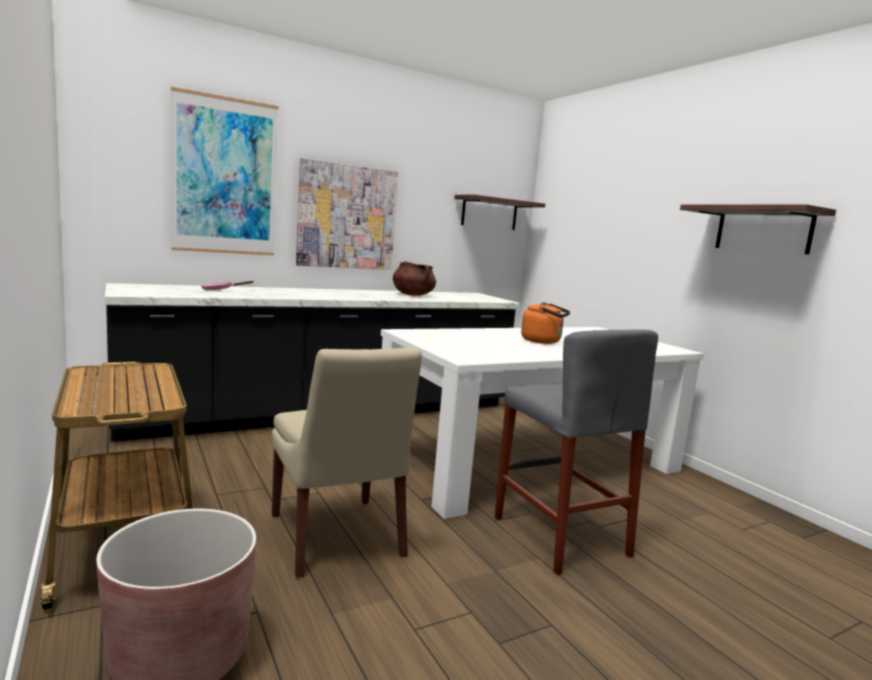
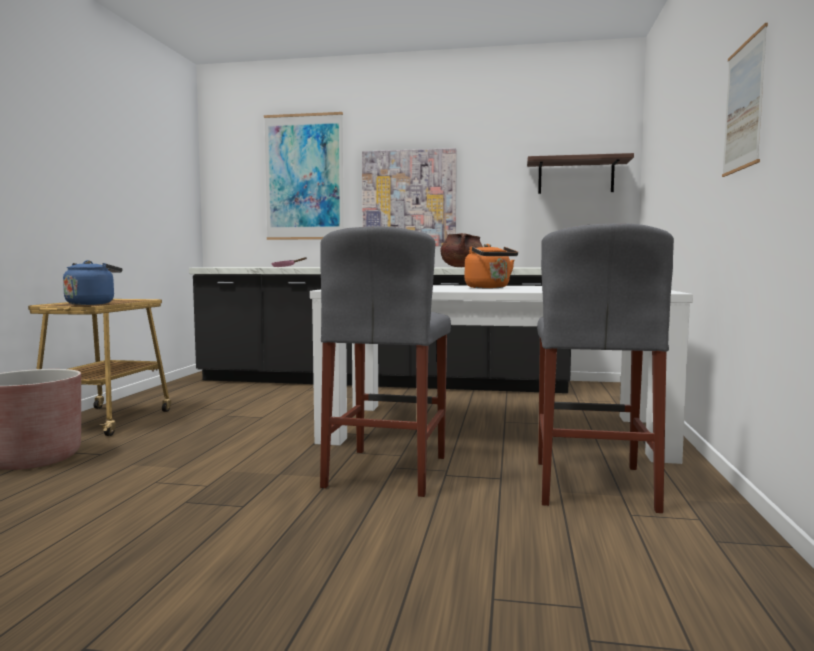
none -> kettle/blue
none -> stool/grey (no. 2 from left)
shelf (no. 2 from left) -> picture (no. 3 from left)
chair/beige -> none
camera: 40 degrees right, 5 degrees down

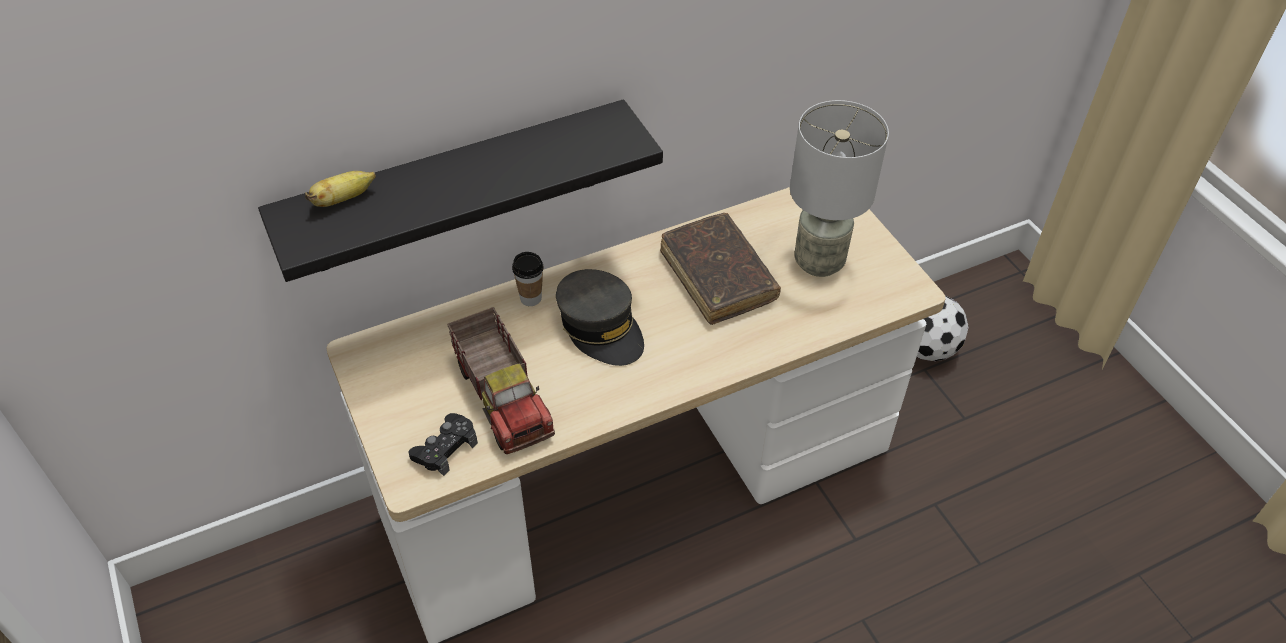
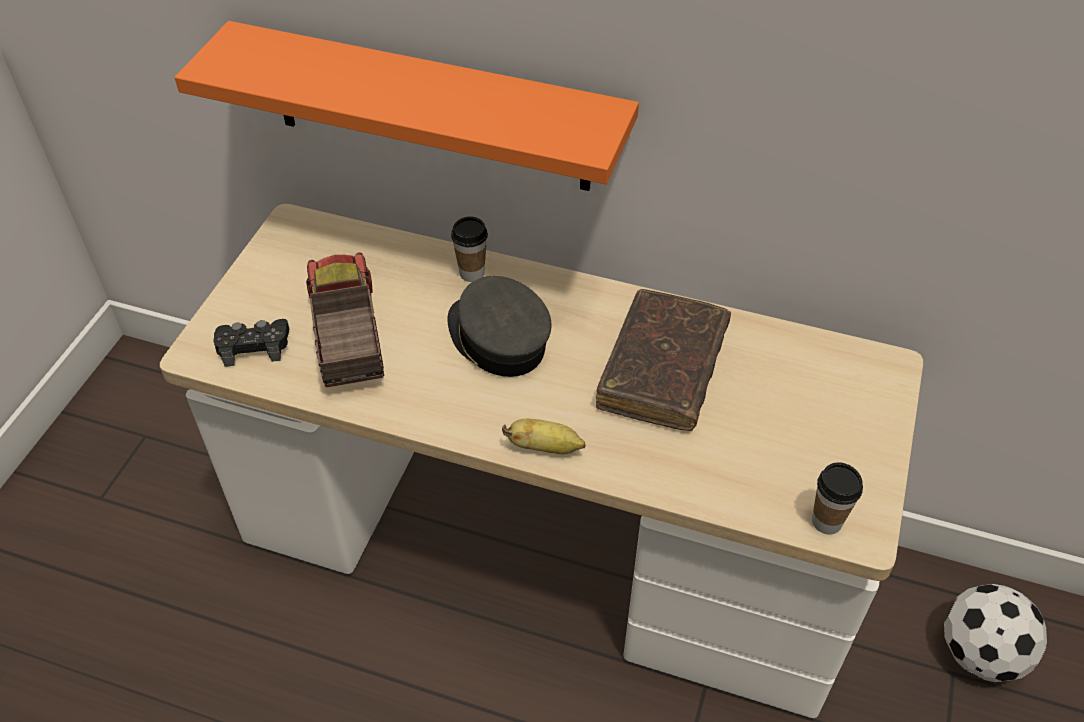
shelf/black -> shelf/orange
toy truck, 150 degrees clockwise
cap/grey, 135 degrees clockwise
banana, relocated
none -> cup (no. 2 from left)
table lamp/grey -> none
camera: 45 degrees right, 0 degrees up

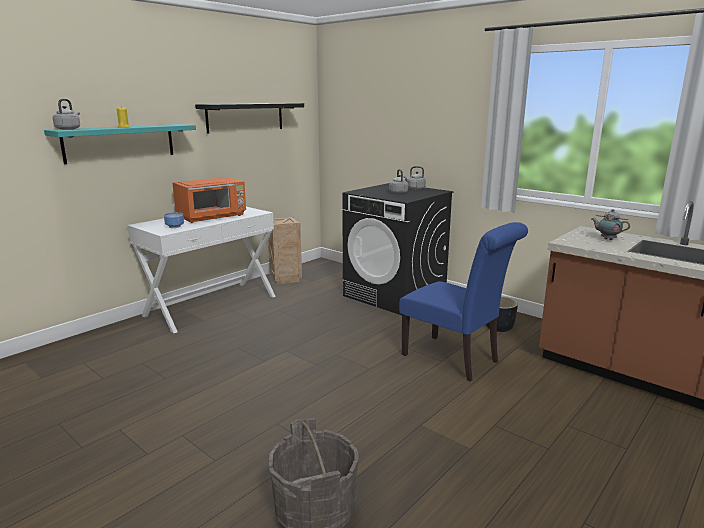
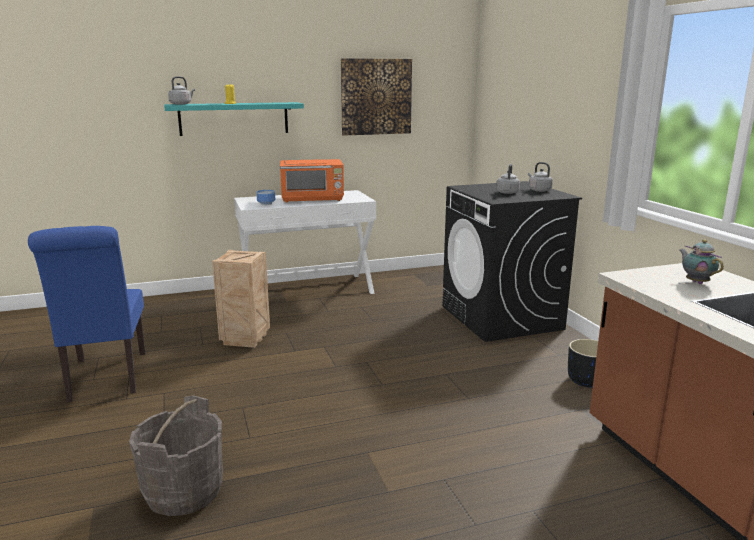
chair/blue, relocated
crate, relocated
shelf/black -> picture
camera: 30 degrees right, 0 degrees up

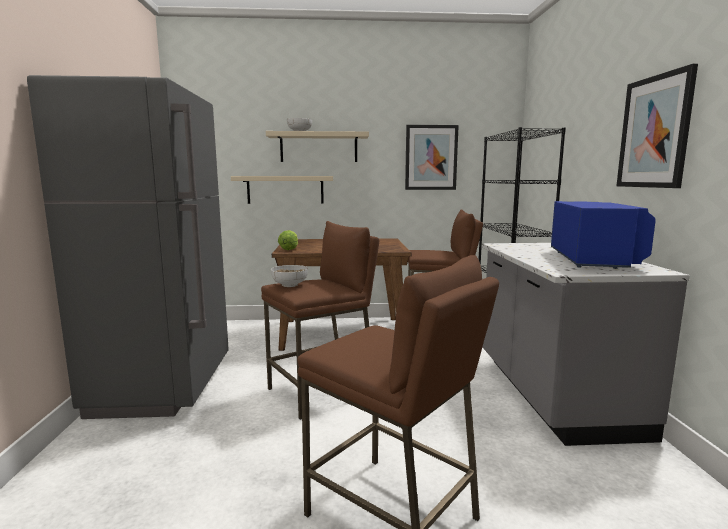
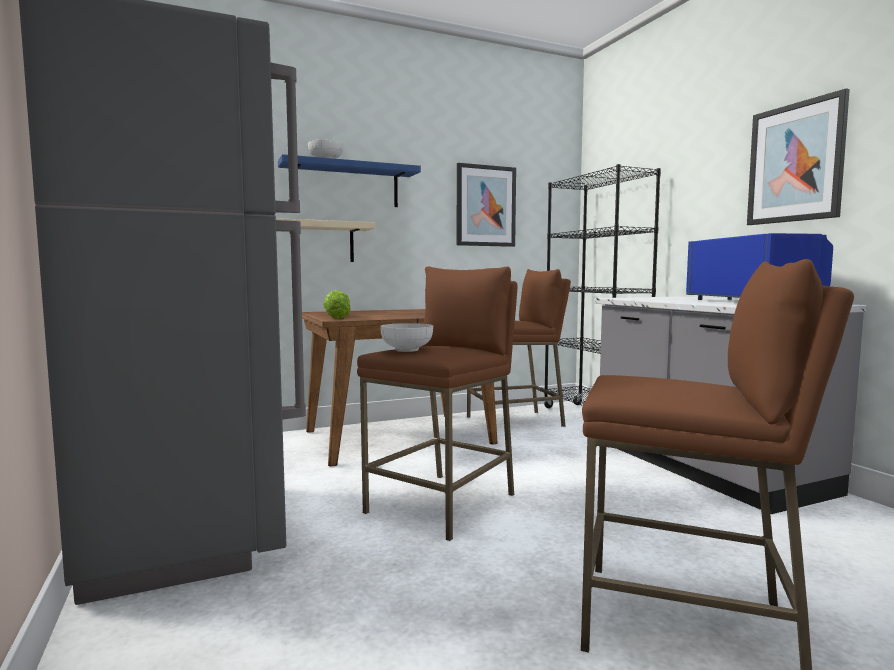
shelf/beige (no. 2 from left) -> shelf/blue
camera: 20 degrees left, 5 degrees down

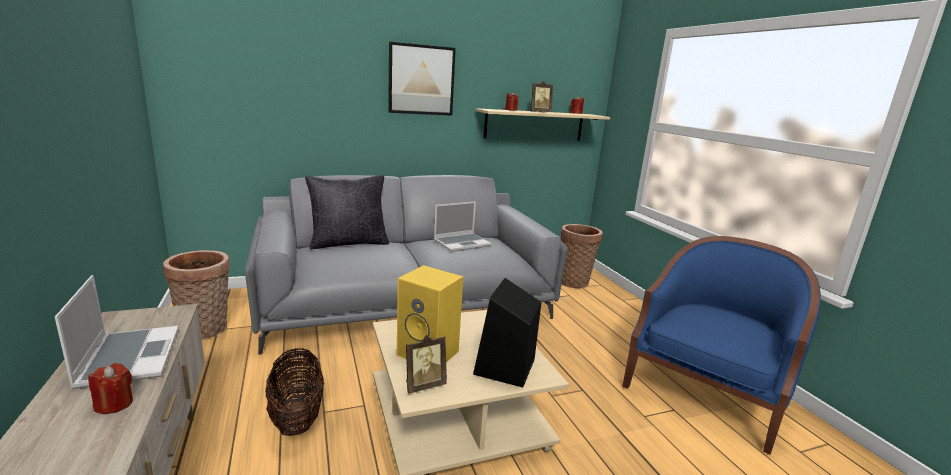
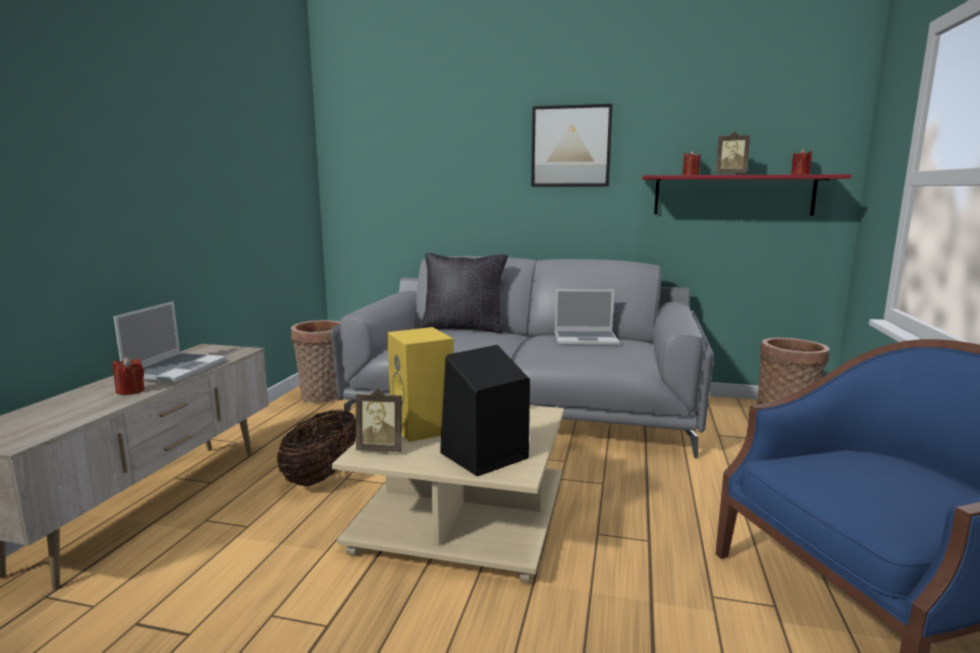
shelf/beige -> shelf/red
camera: 35 degrees right, 5 degrees down

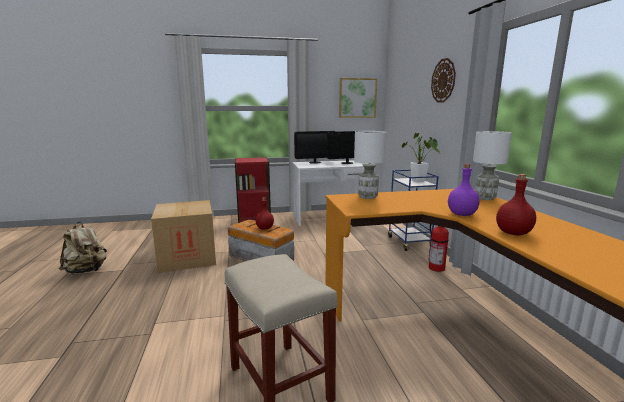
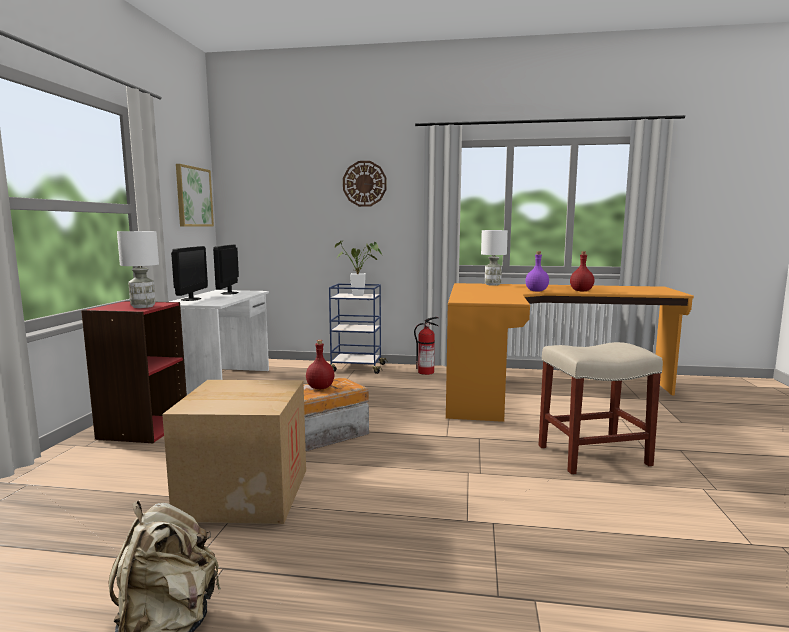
table lamp/white (no. 1 from left), relocated
camera: 70 degrees left, 5 degrees down

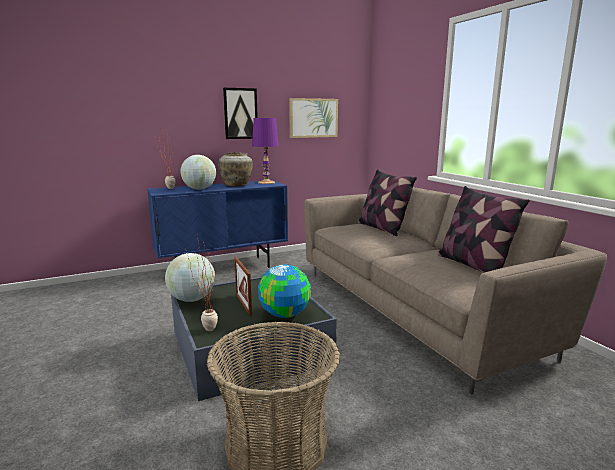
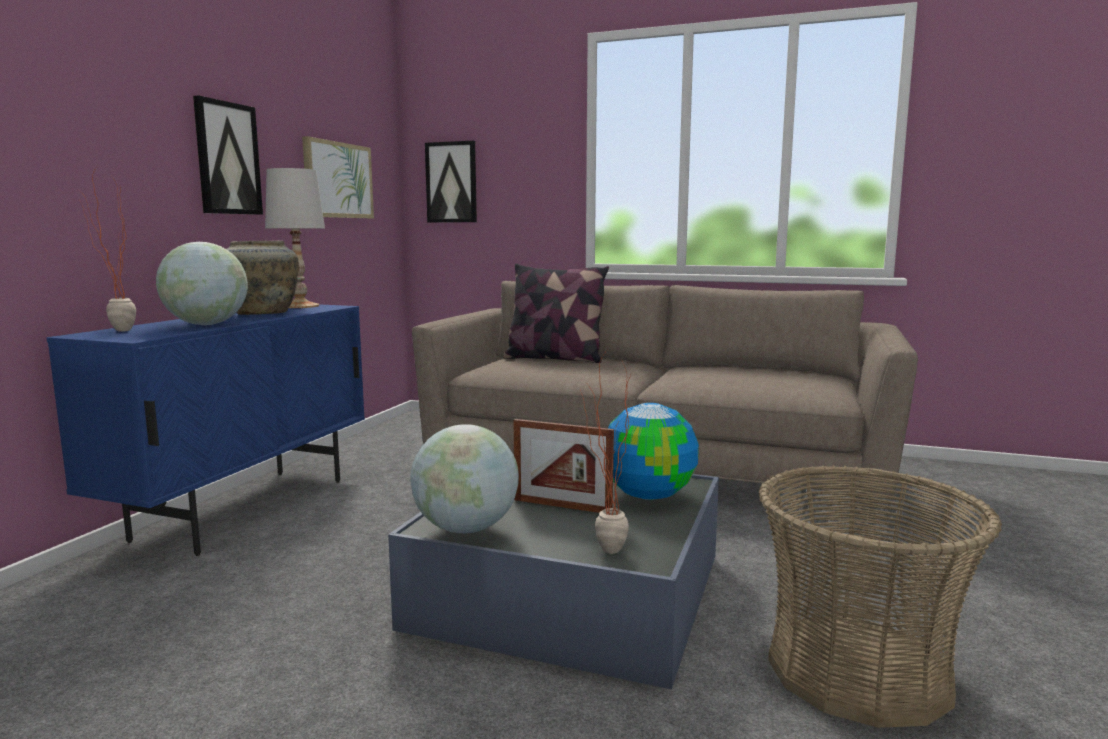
table lamp/purple -> table lamp/white
none -> picture (no. 3 from left)
pillow (no. 2 from left) -> none
camera: 45 degrees left, 5 degrees down

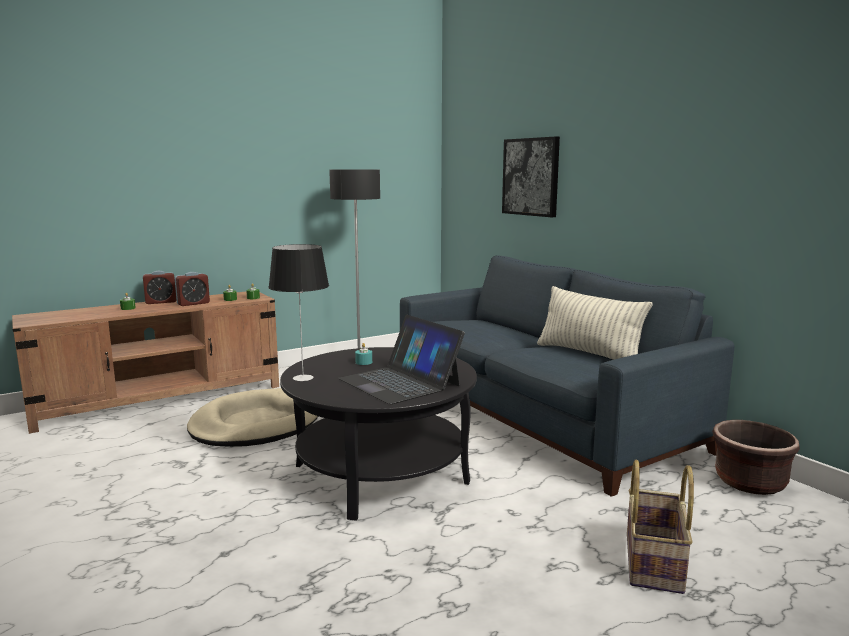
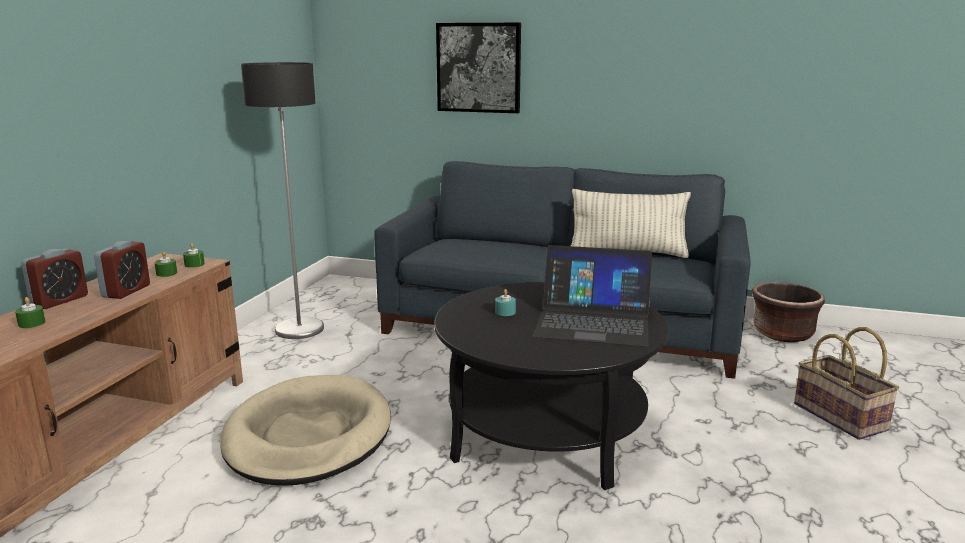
table lamp -> none
camera: 40 degrees left, 5 degrees up

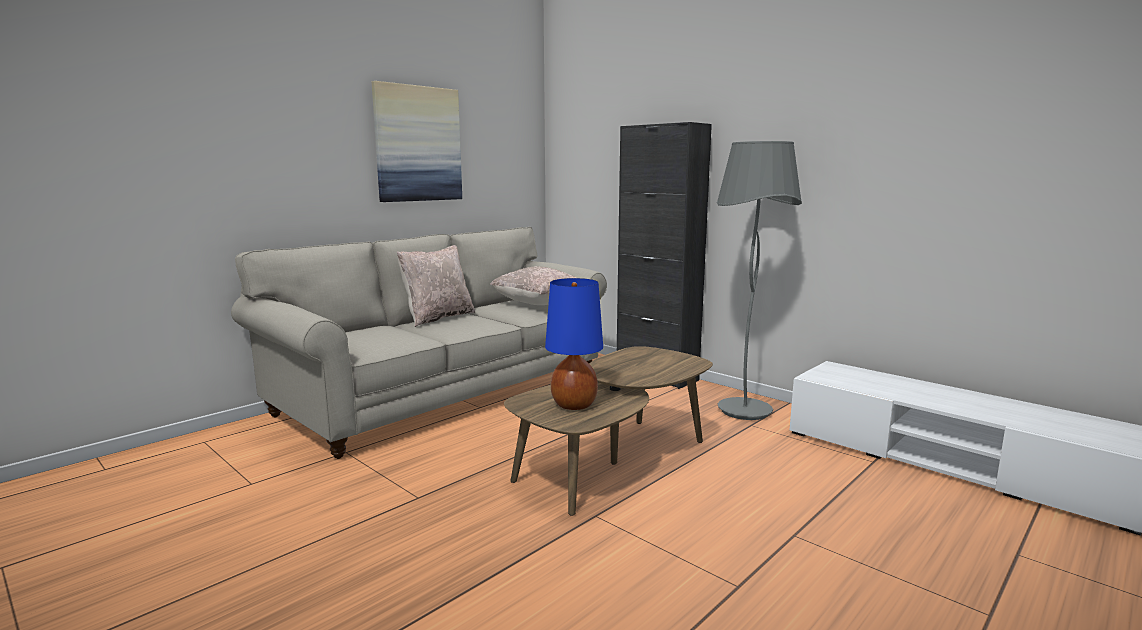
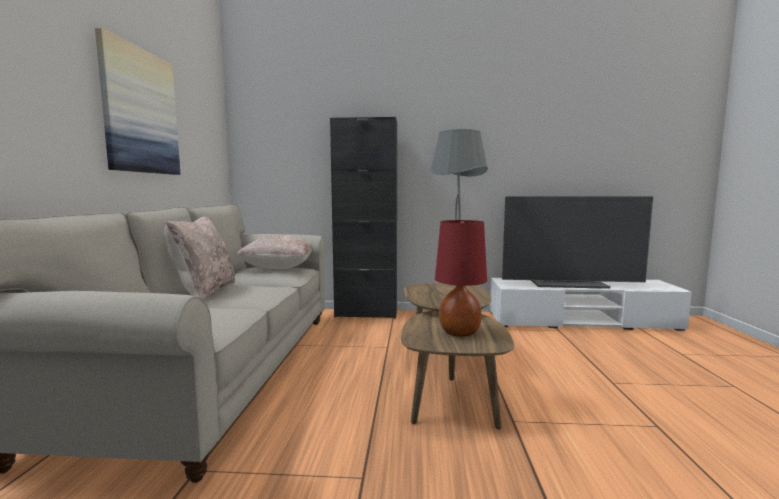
table lamp/blue -> table lamp/red
none -> television
camera: 40 degrees left, 5 degrees down

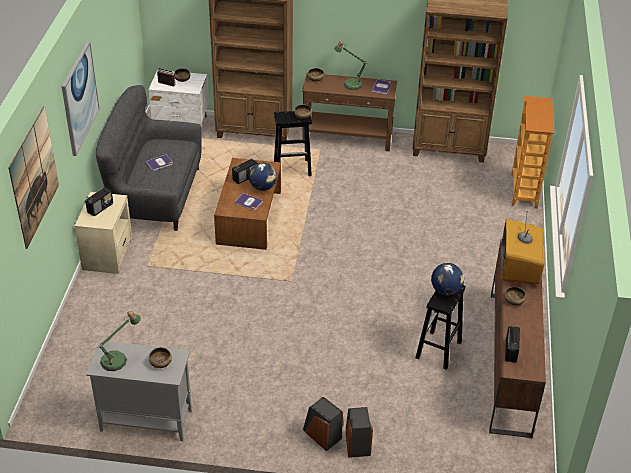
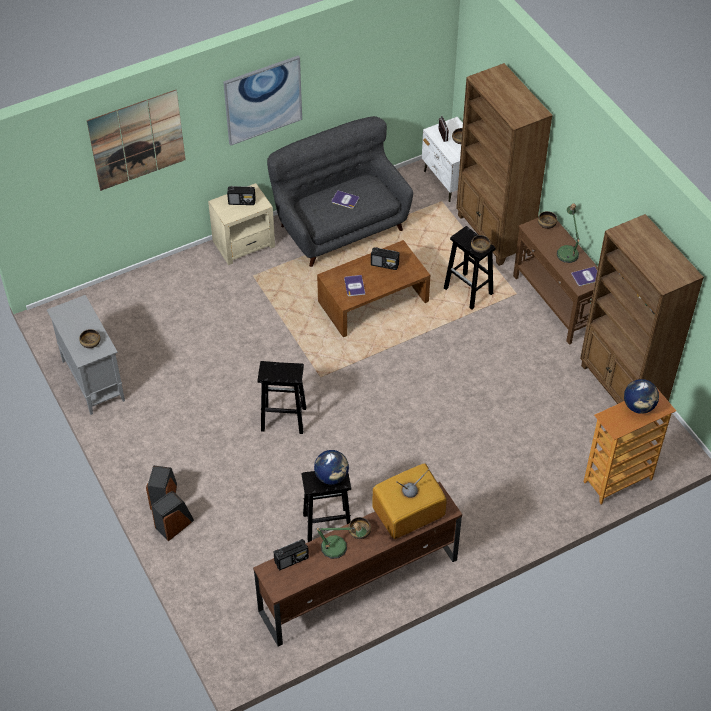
none -> stool/black (no. 1 from left)
table lamp (no. 1 from left), relocated
globe (no. 1 from left in the first image) -> globe (no. 2 from left), relocated
camera: 55 degrees right, 10 degrees up

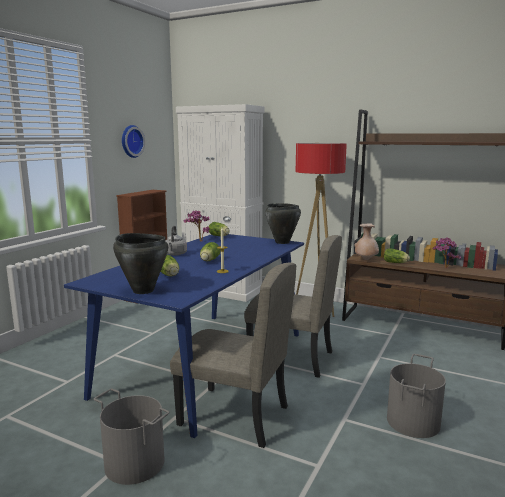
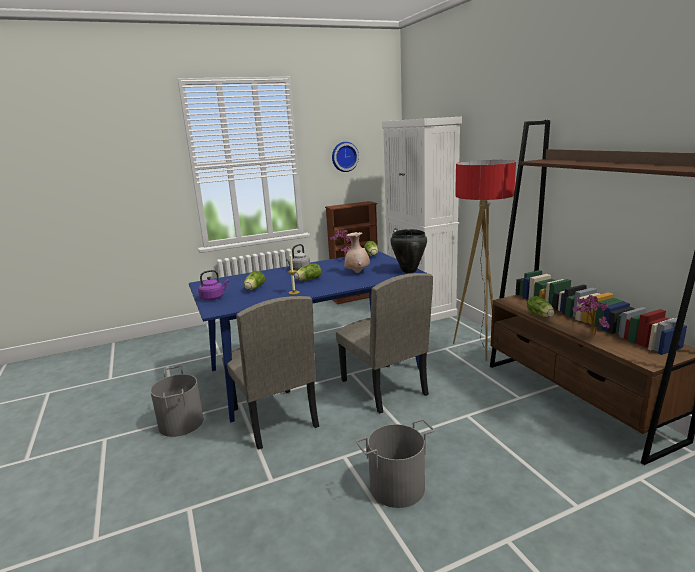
cooking pot/black (no. 1 from left) -> kettle/purple
vase/beige, relocated
camera: 40 degrees right, 5 degrees up

